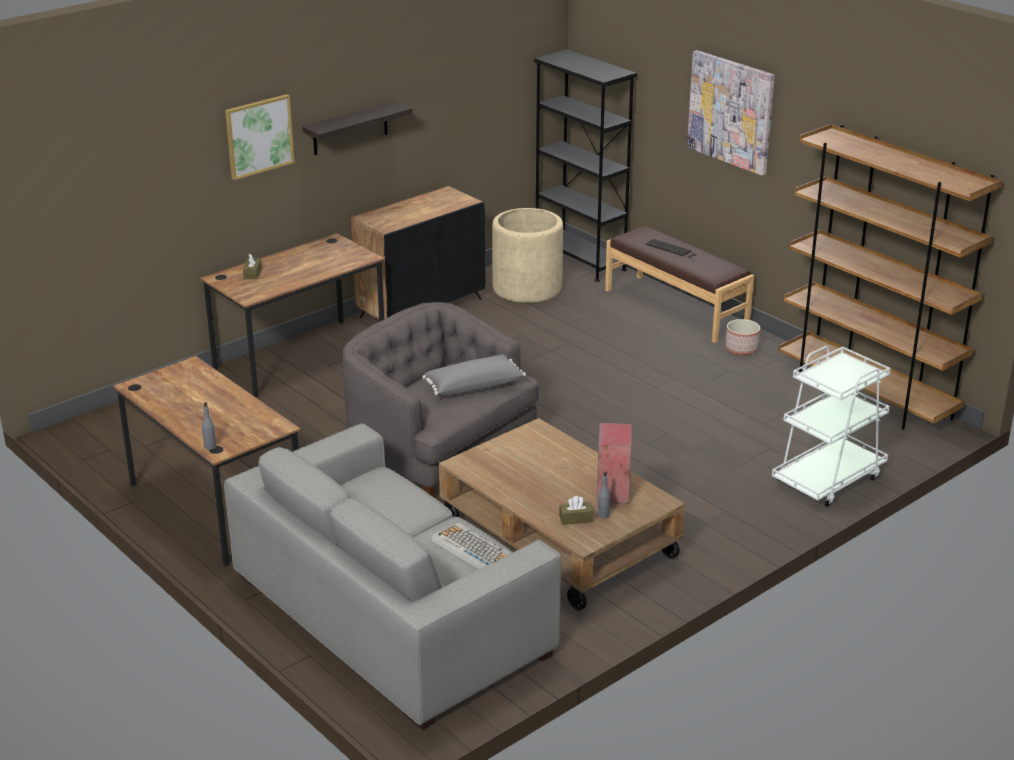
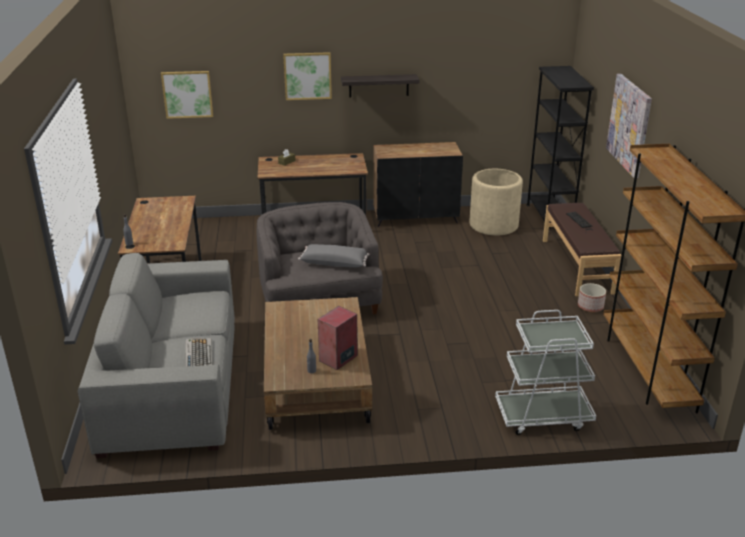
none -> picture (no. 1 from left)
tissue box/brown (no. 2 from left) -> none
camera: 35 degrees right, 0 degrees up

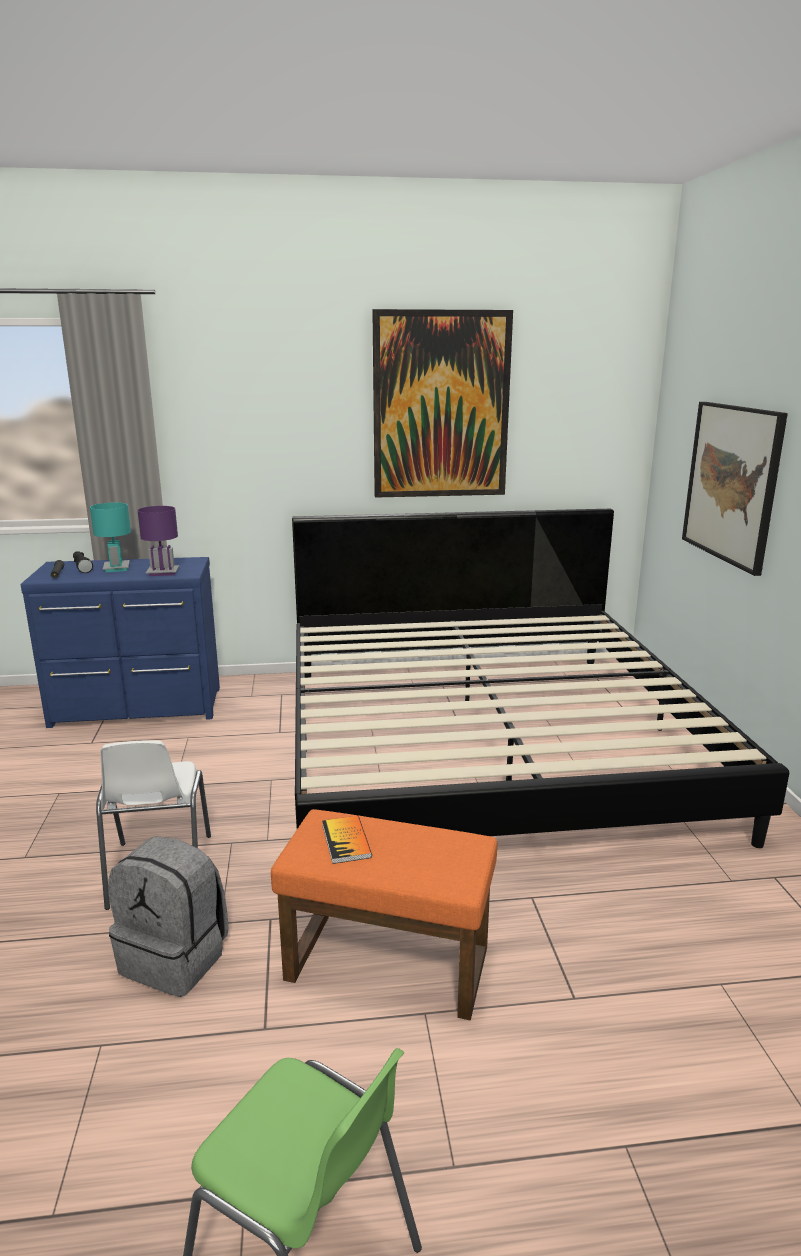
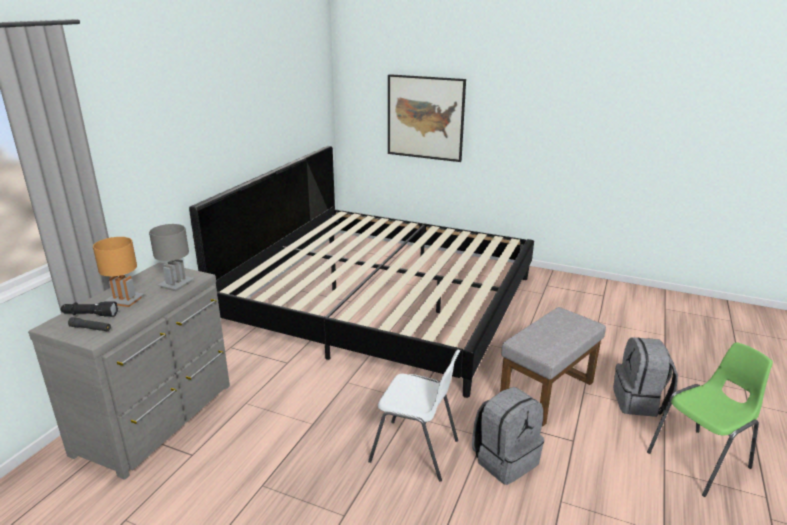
dresser/blue -> dresser/grey
table lamp/turquoise -> table lamp/brown
table lamp/purple -> table lamp/grey
ottoman/orange -> ottoman/grey
none -> backpack/grey (no. 2 from left)
book -> none
picture (no. 1 from left) -> none
camera: 60 degrees left, 5 degrees up

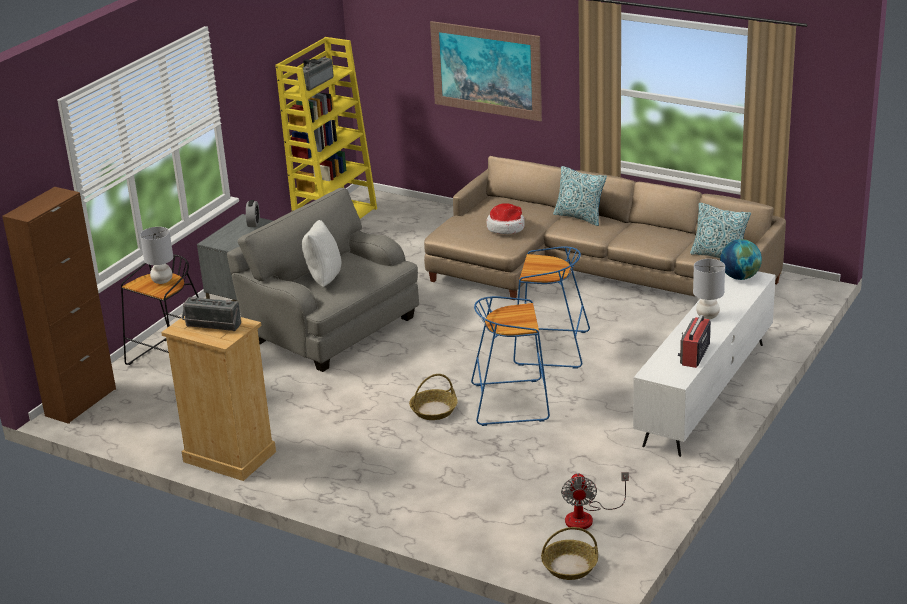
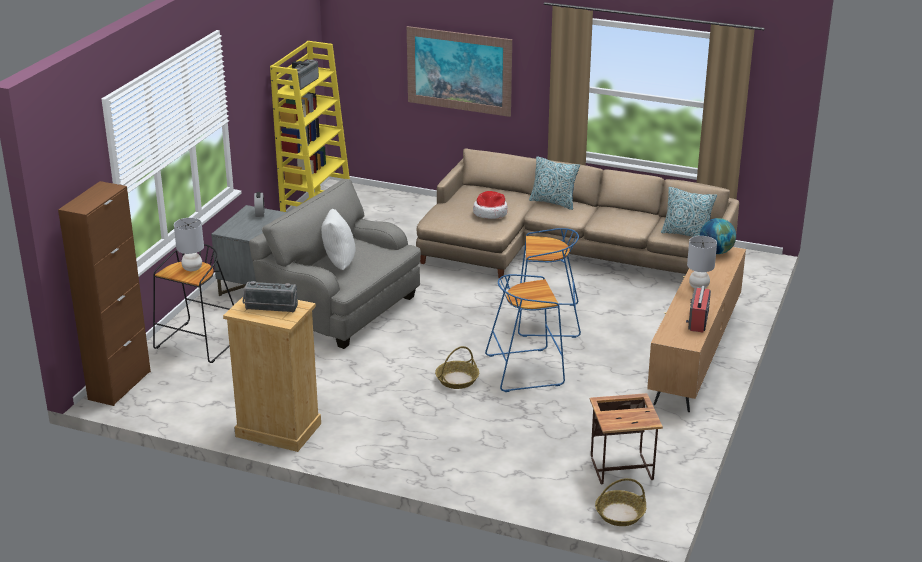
fan -> side table
tv stand/white -> tv stand/brown
camera: 10 degrees left, 0 degrees up

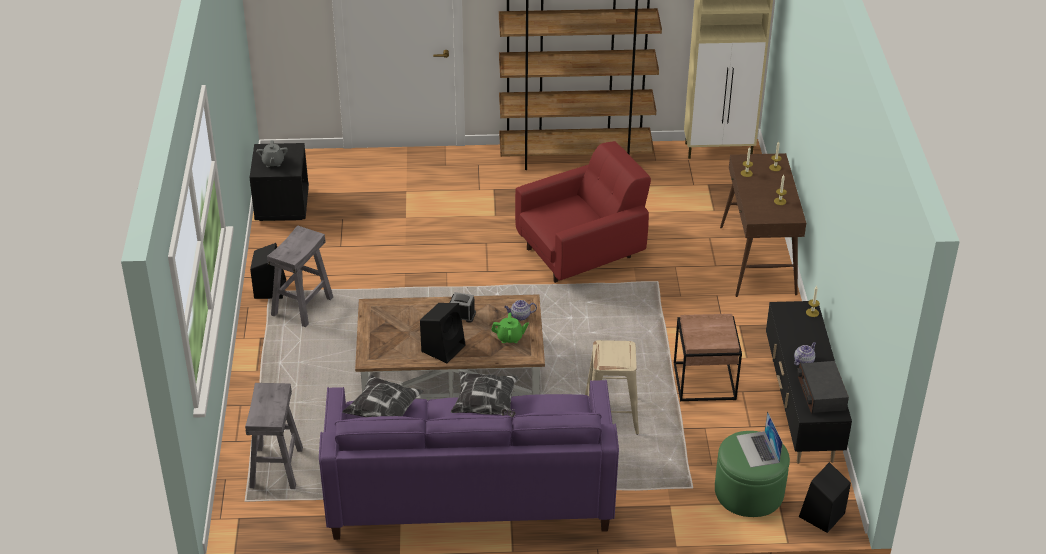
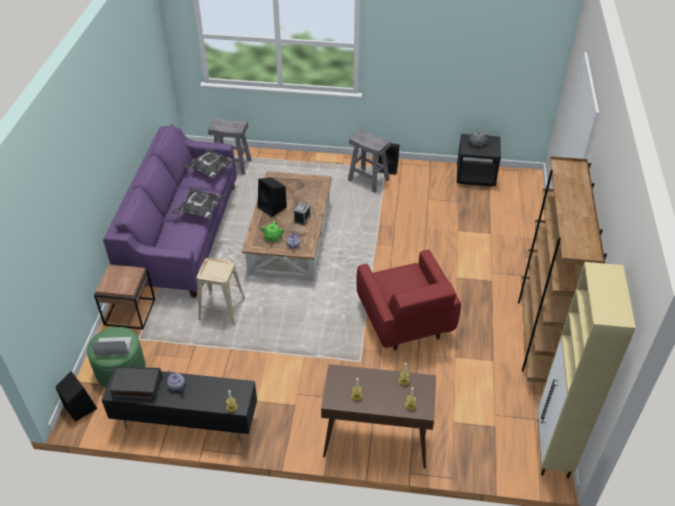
side table/brown, relocated
camera: 100 degrees right, 5 degrees up

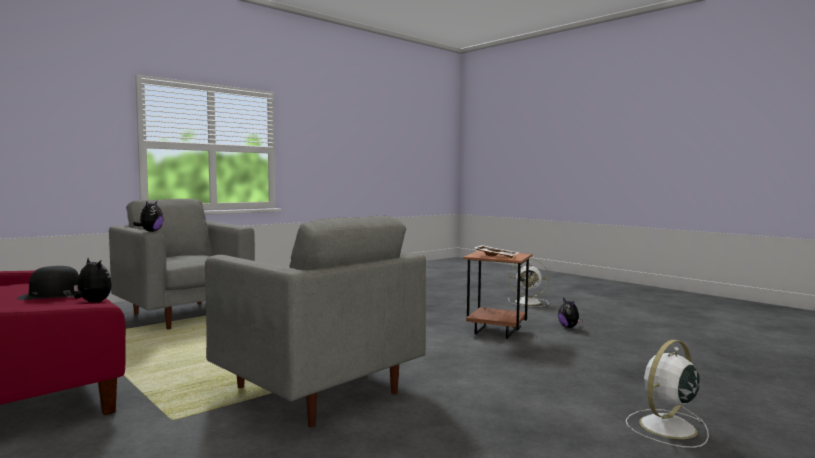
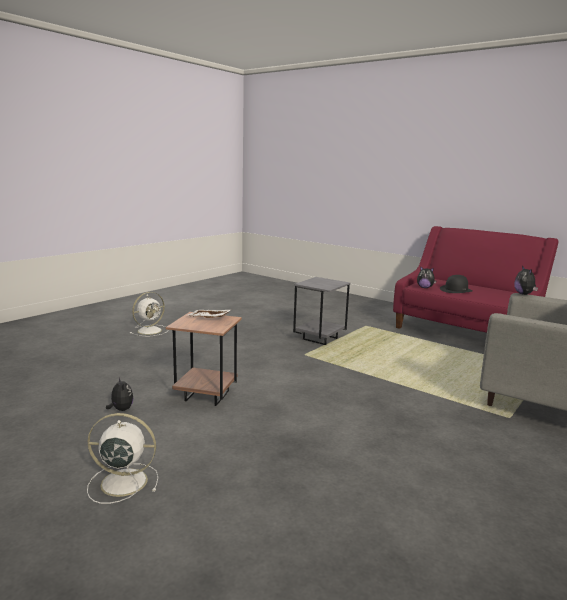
armchair/grey (no. 2 from left) -> side table/grey
camera: 170 degrees right, 10 degrees up

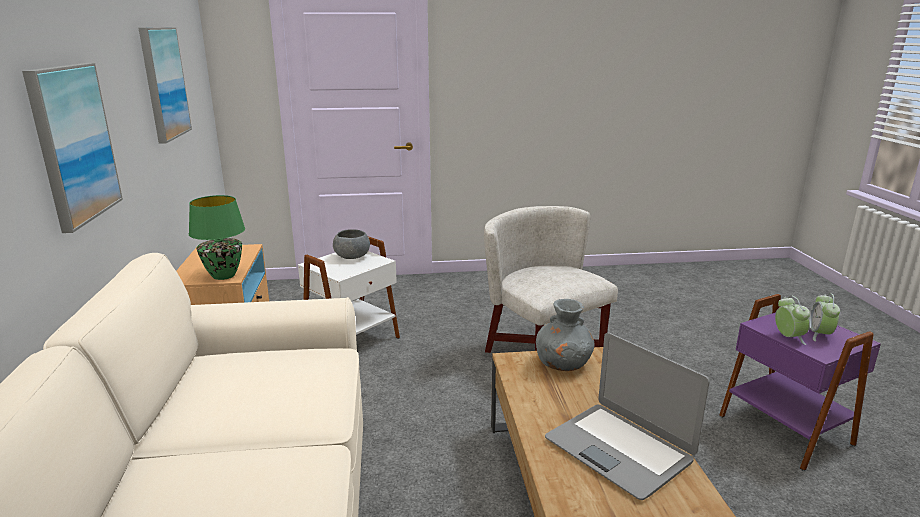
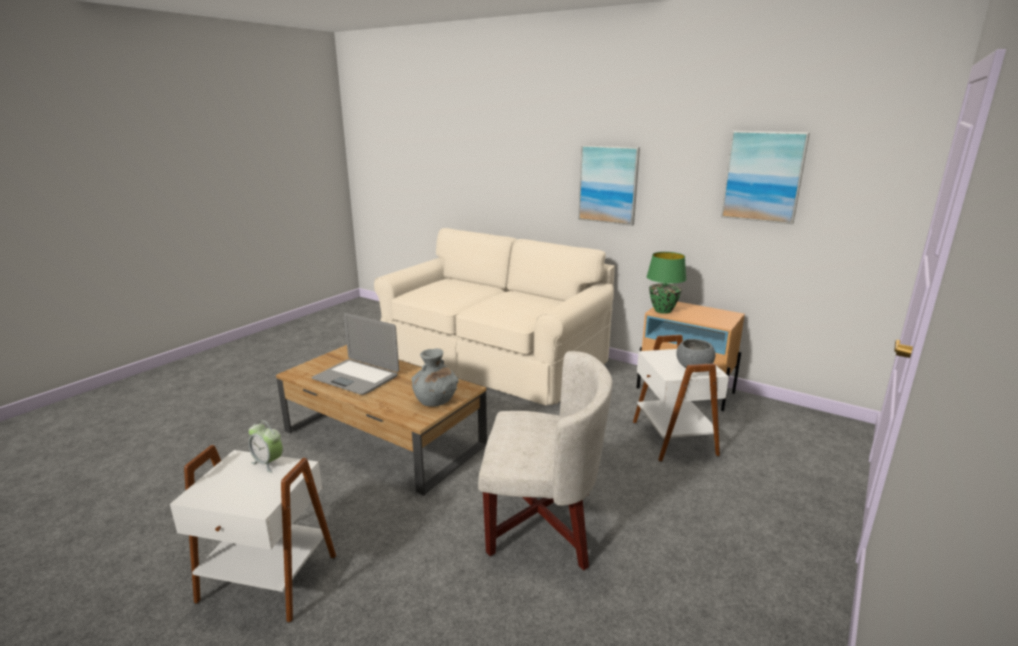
side table/purple -> side table/white (no. 1 from left)
laptop, 150 degrees counterclockwise
alarm clock (no. 2 from left) -> none
camera: 130 degrees right, 0 degrees up

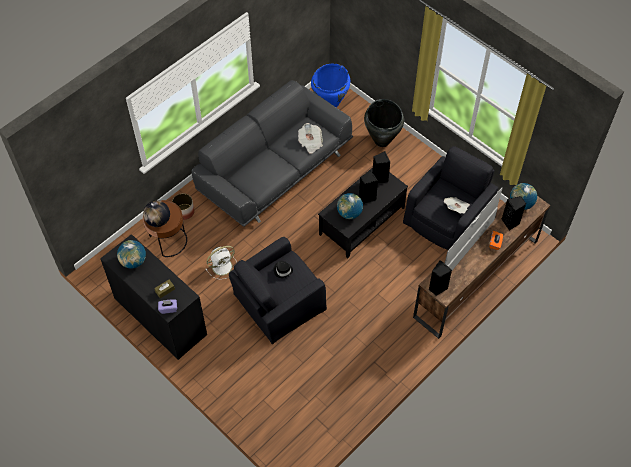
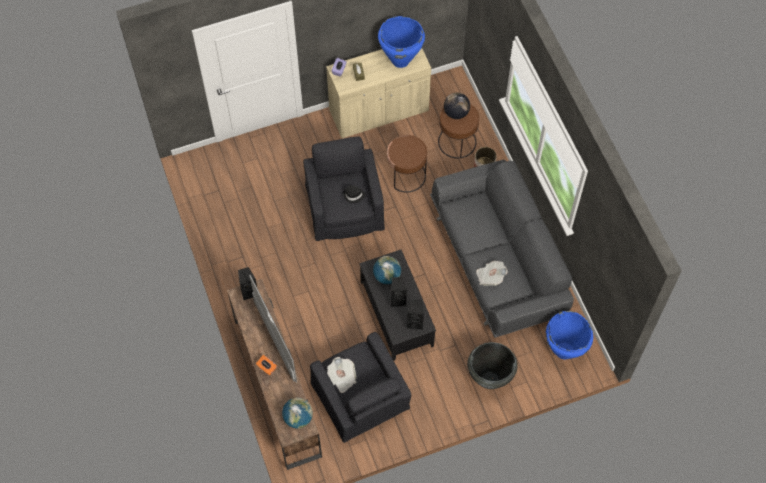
cabinet/black -> cabinet/beige
globe (no. 1 from left) -> vase/blue (no. 1 from left)
fan/white -> side table/brown (no. 1 from left)
speaker/black (no. 4 from left) -> none
camera: 115 degrees right, 5 degrees up

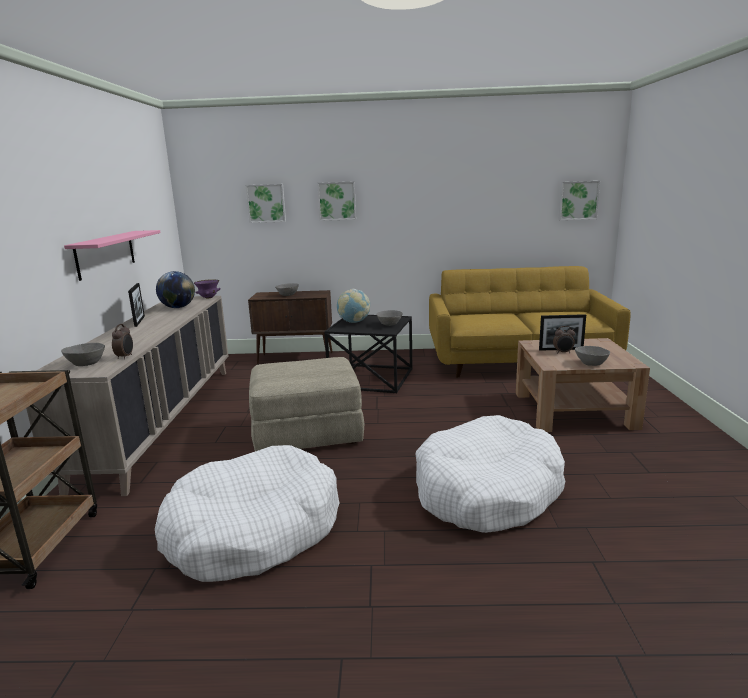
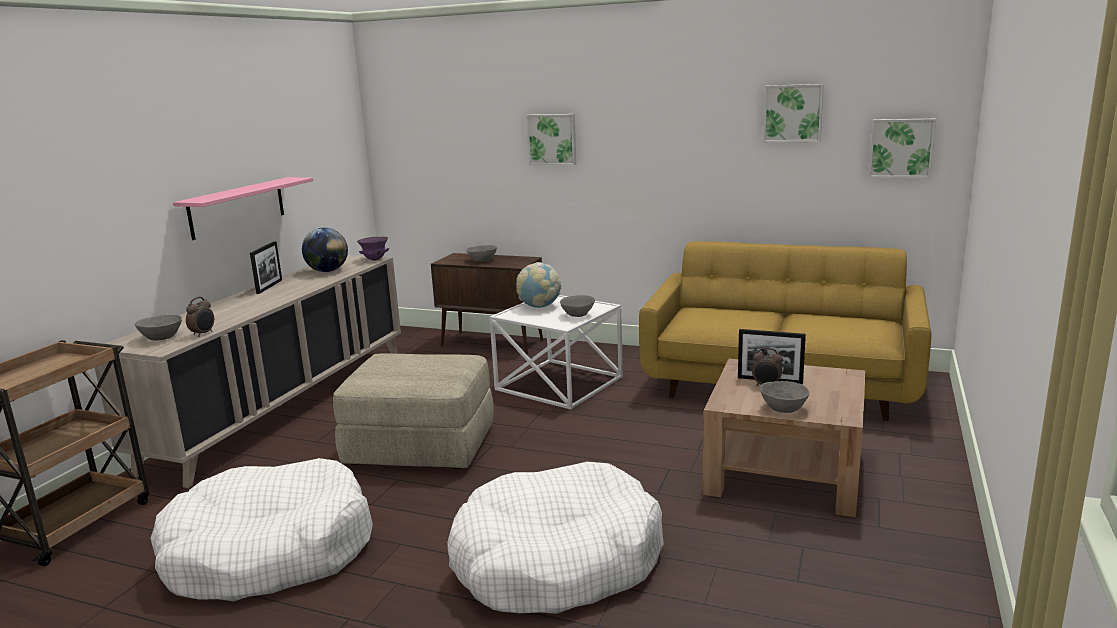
side table/black -> side table/white
picture (no. 1 from left in the first image) -> picture (no. 2 from left), relocated
camera: 20 degrees right, 0 degrees up

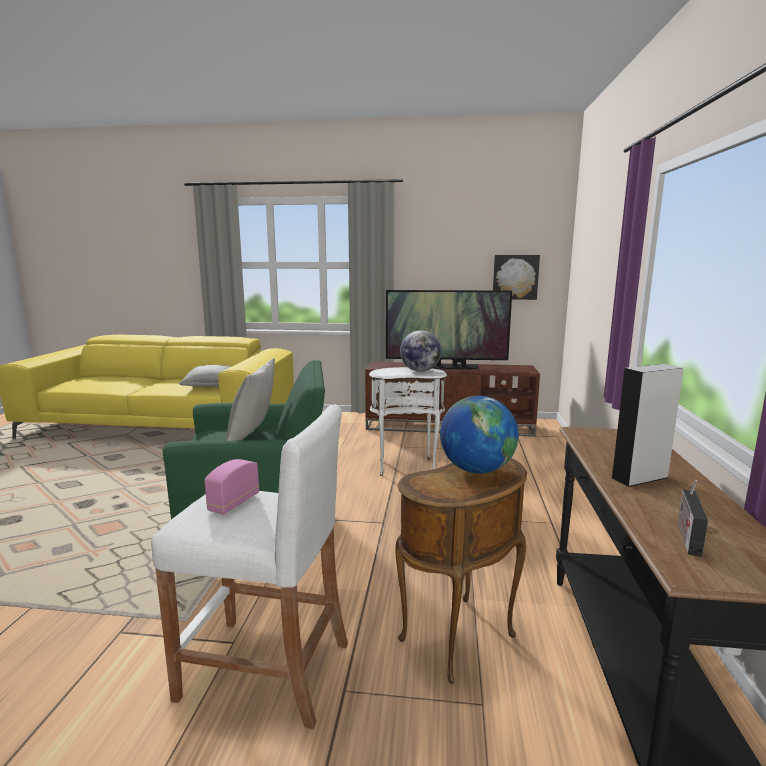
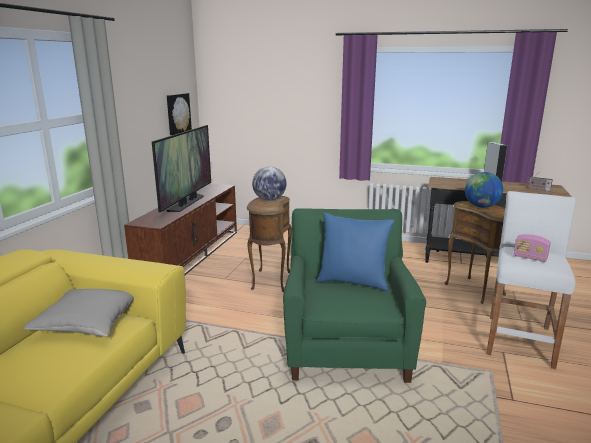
side table/white -> side table/brown (no. 1 from left)
pillow/grey (no. 2 from left) -> pillow/blue
camera: 80 degrees left, 5 degrees up

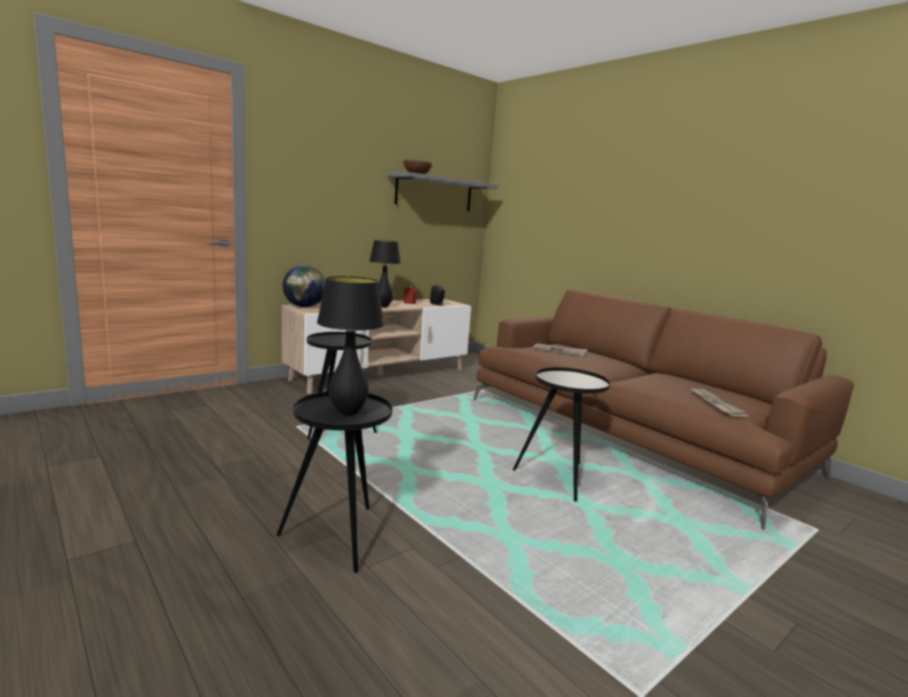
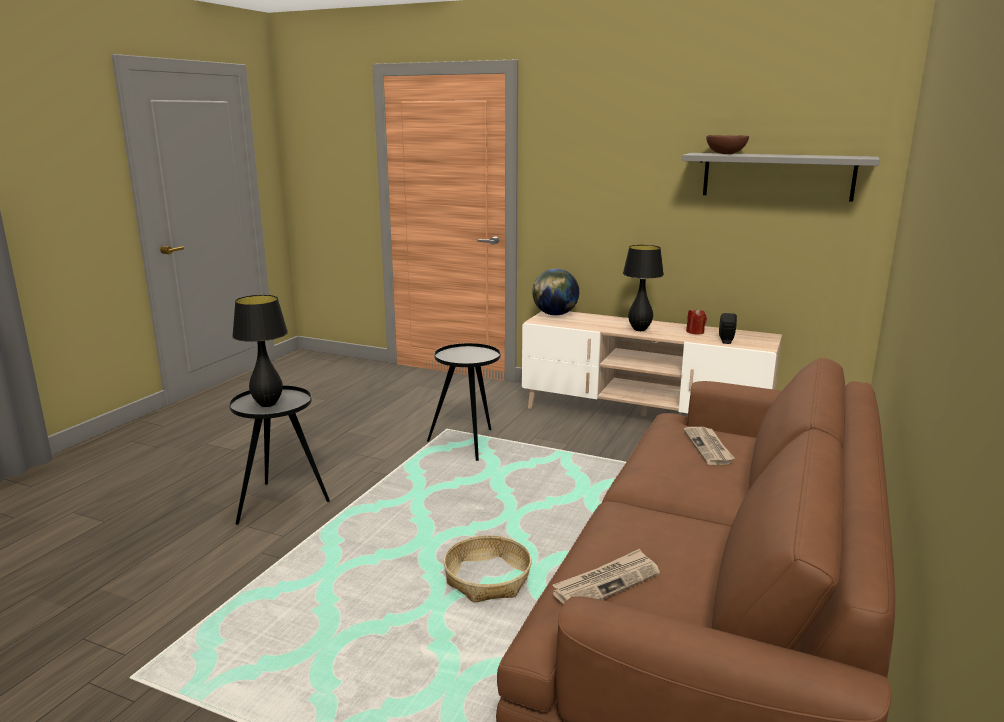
side table/black (no. 3 from left) -> basket
camera: 65 degrees right, 5 degrees up

